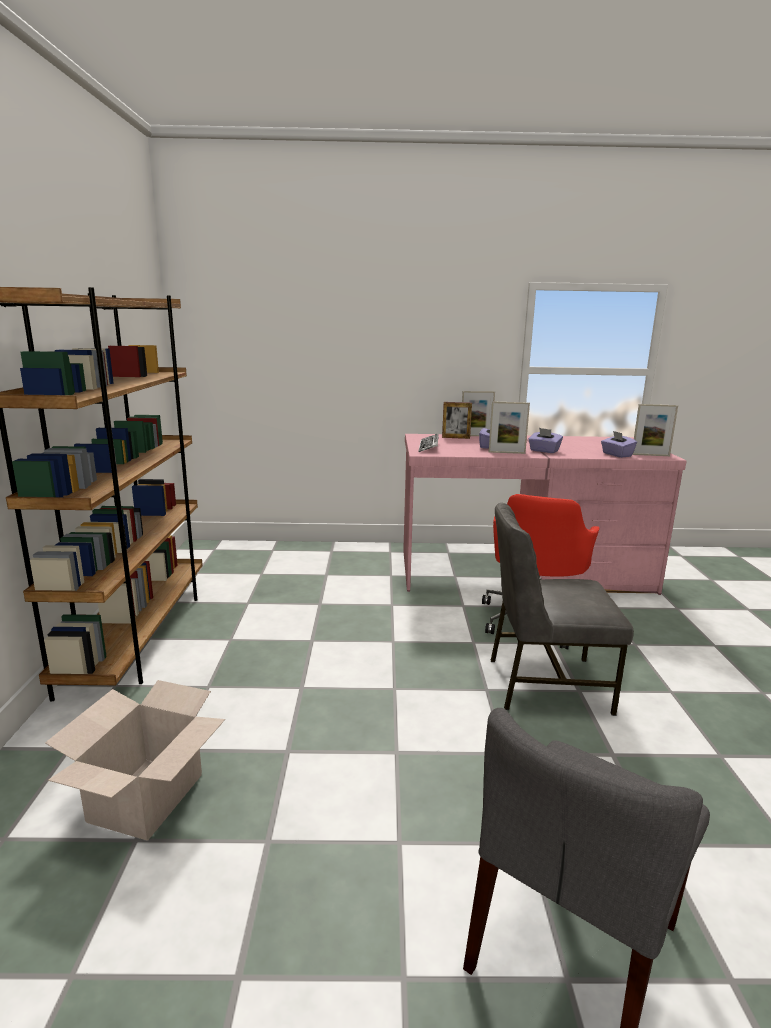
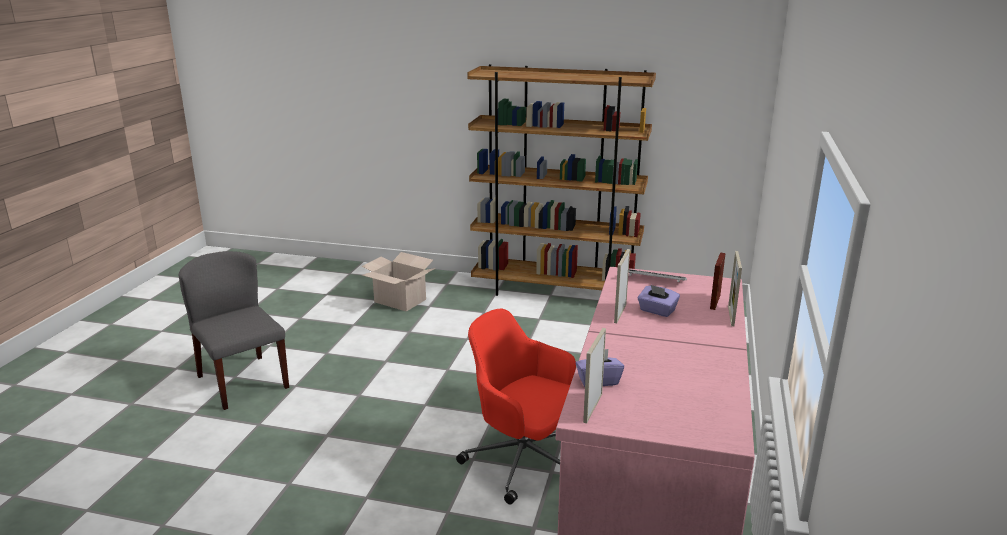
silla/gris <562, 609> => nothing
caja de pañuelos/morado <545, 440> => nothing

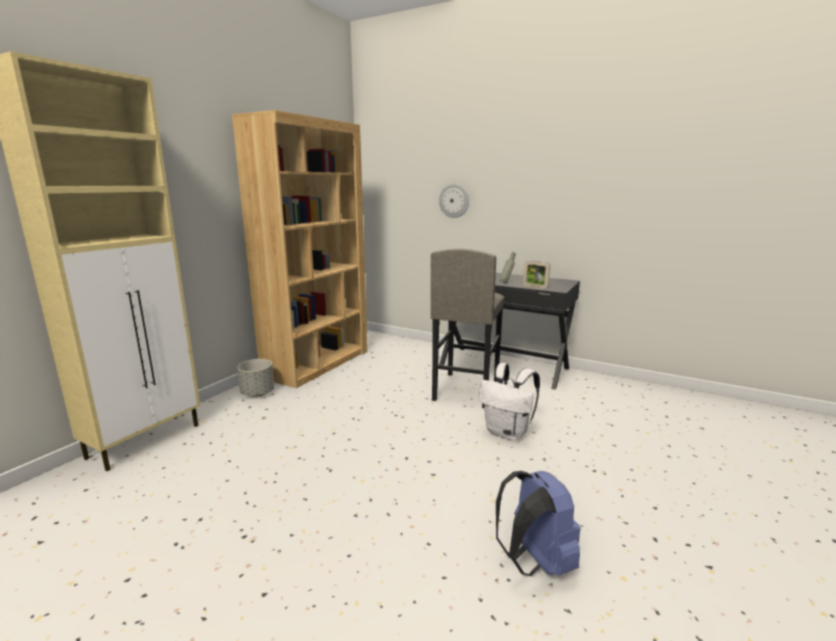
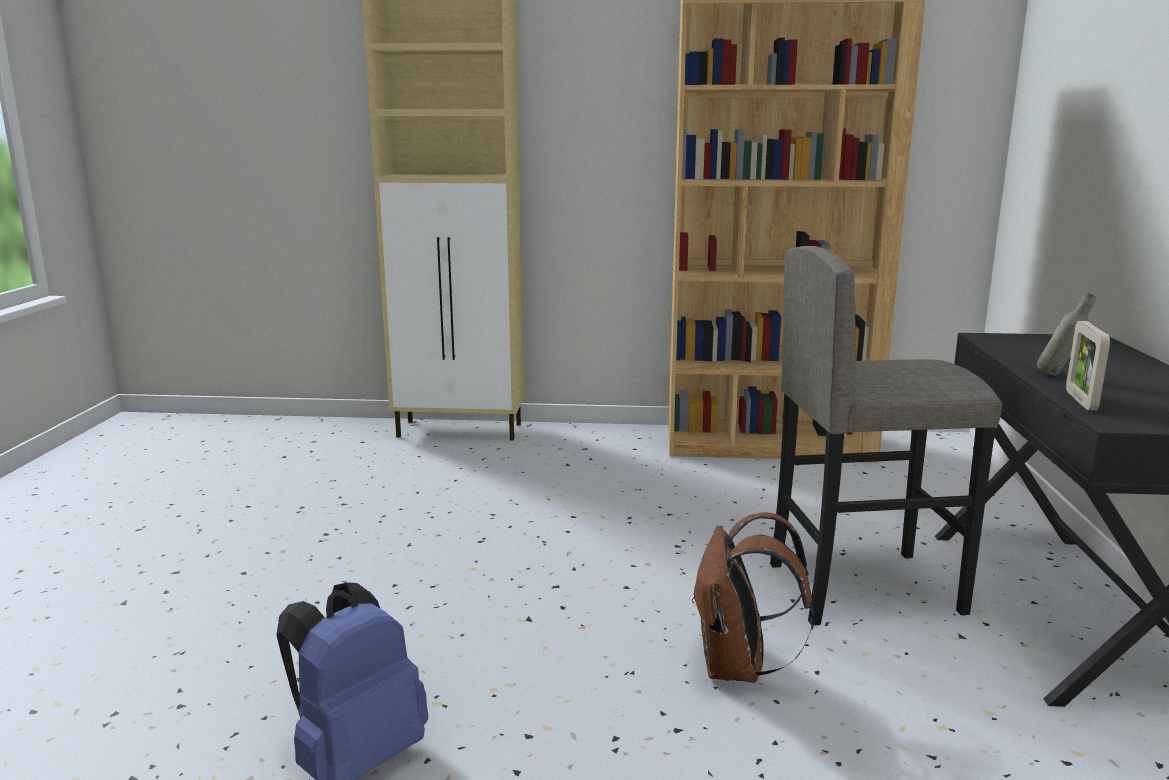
maceta/gris <255, 378> => nothing
reloj de pared <454, 201> => nothing
mochila/blanco <509, 401> => mochila/marrón <753, 597>

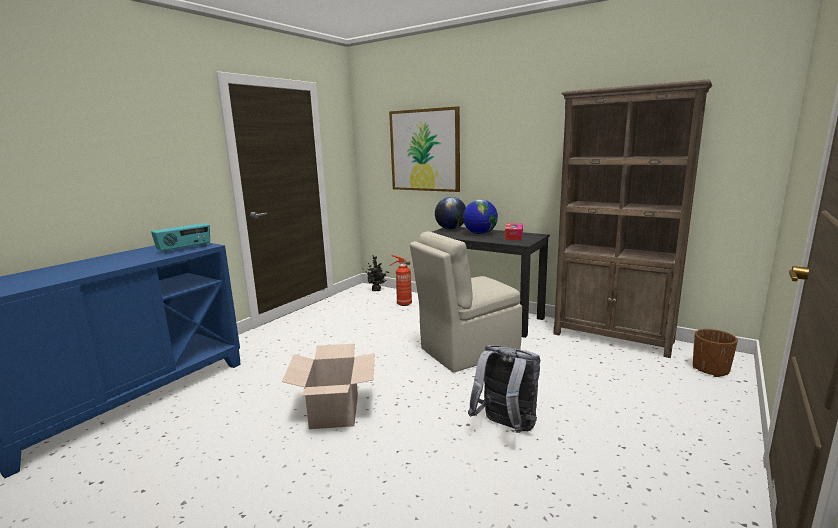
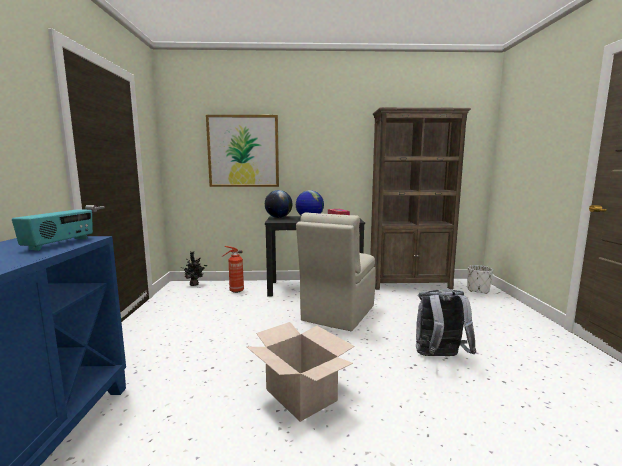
maceta/marrón <715, 353> => maceta/blanco <480, 279>

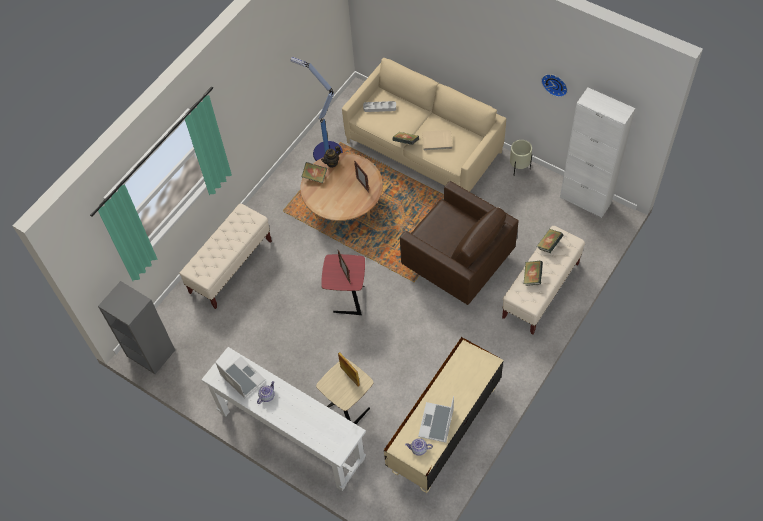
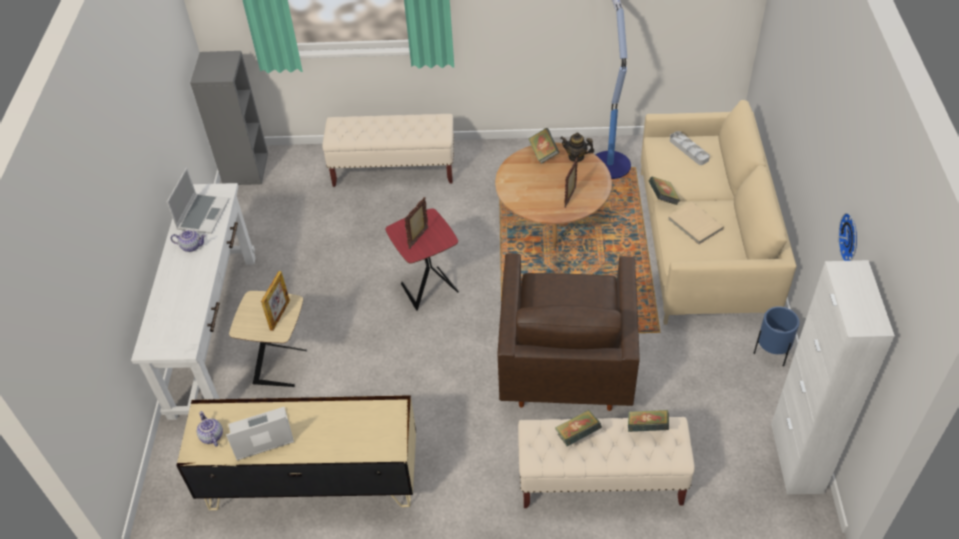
maceta/beis <521, 157> => maceta/azul <777, 336>

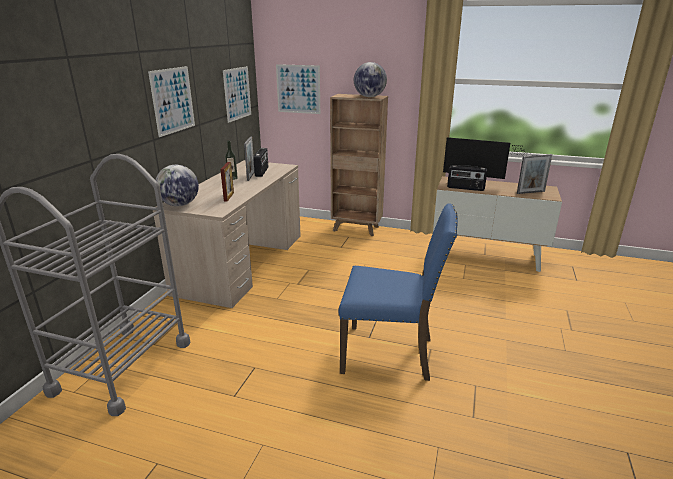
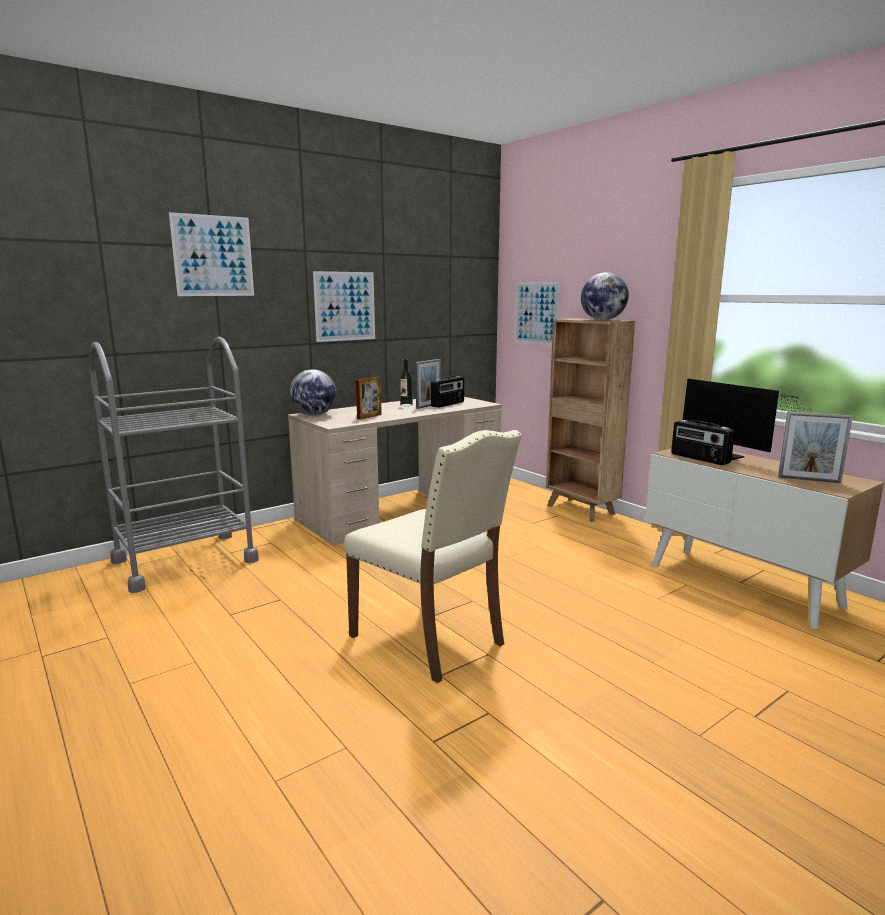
cuadro <237, 94> => cuadro <211, 254>, relocated
silla/azul <398, 292> => silla/beis <433, 556>

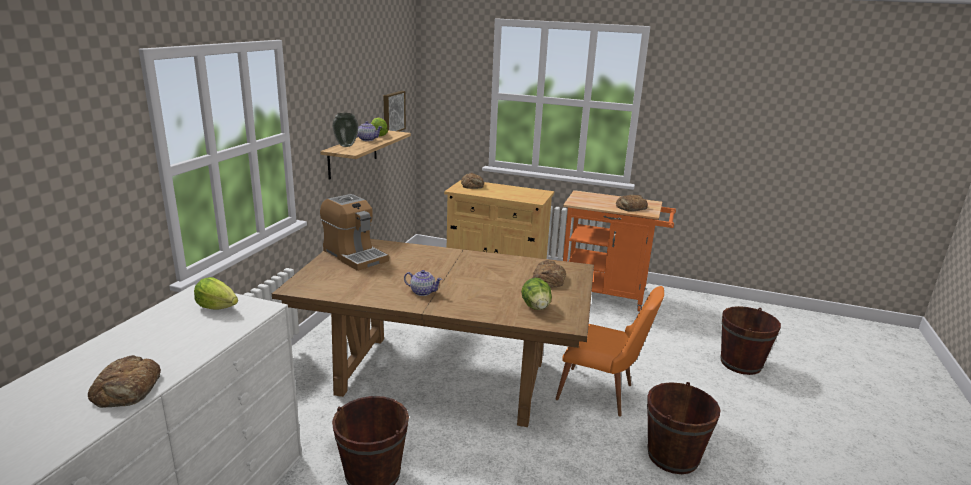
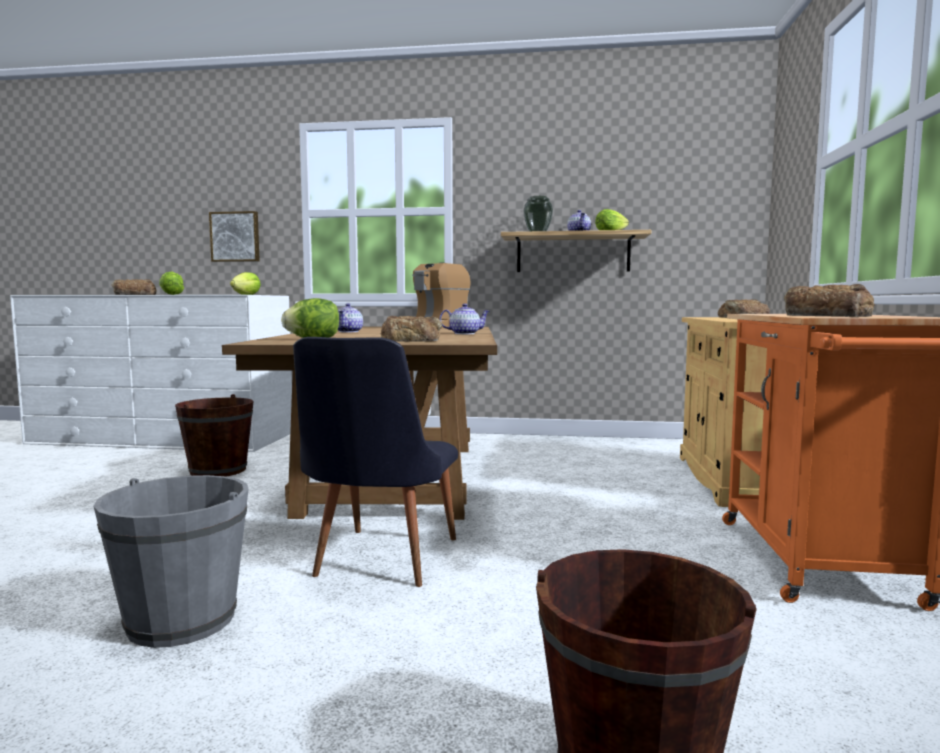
cuadro <394, 111> => cuadro <234, 236>, relocated
silla/naranja <609, 351> => silla/negro <375, 462>
cubo/marrón <683, 428> => cubo/gris <171, 561>
nothing => lechuga <171, 283>
nothing => tetera <464, 319>

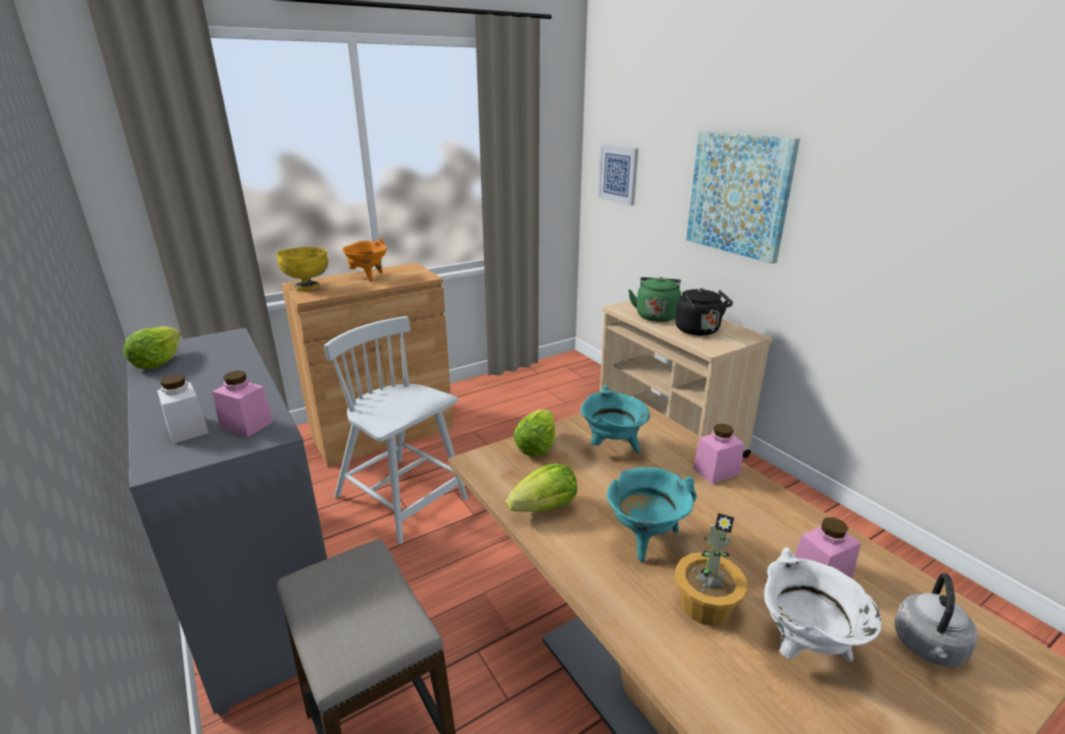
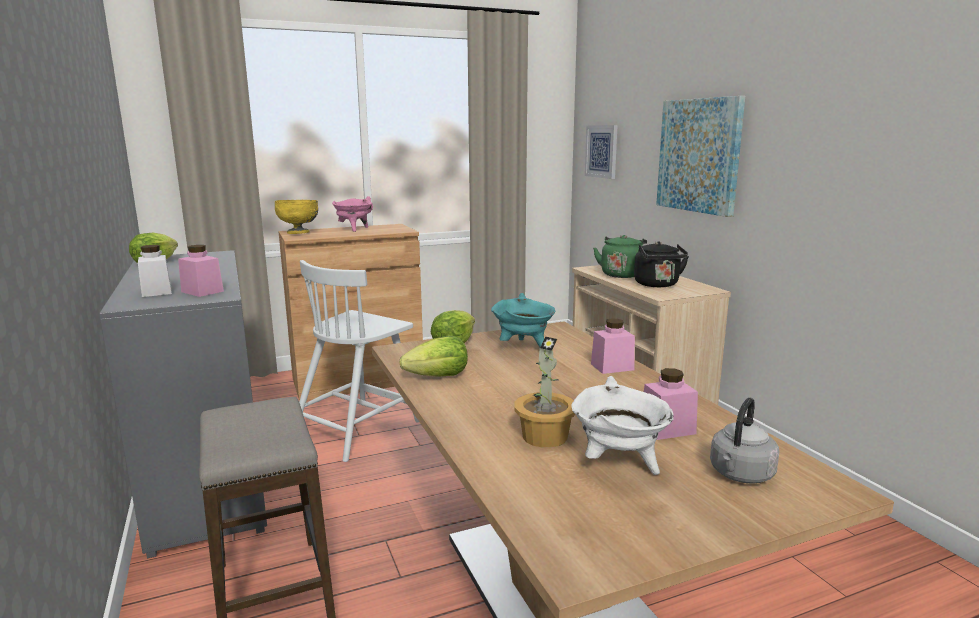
silla/blanco <396, 430> => silla/blanco <359, 361>, 105 degrees counterclockwise
olla/naranja <364, 260> => olla/rosa <352, 214>
olla/turquesa <652, 514> => nothing

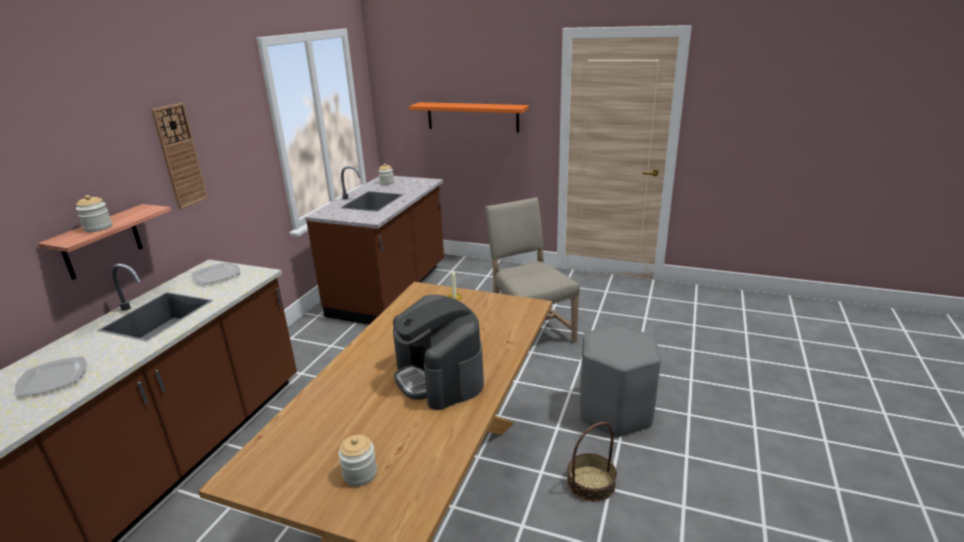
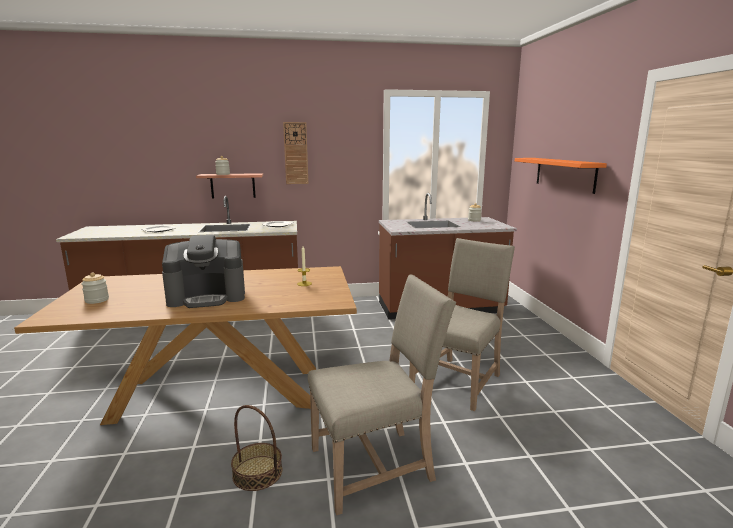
cafetera <438, 352> => cafetera <203, 271>, 135 degrees counterclockwise
taburete/gris <620, 380> => silla/beis <382, 395>

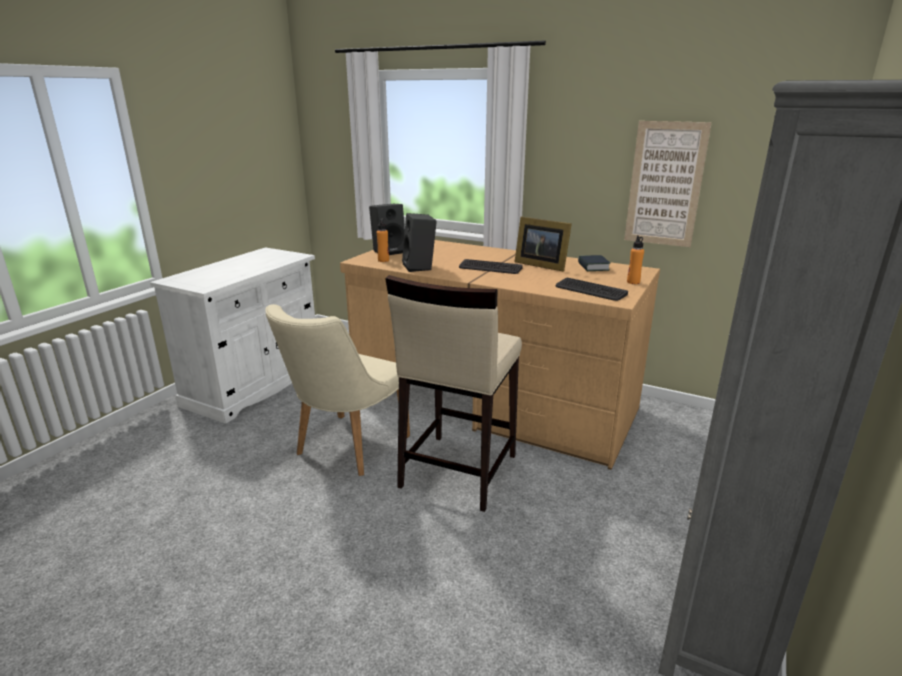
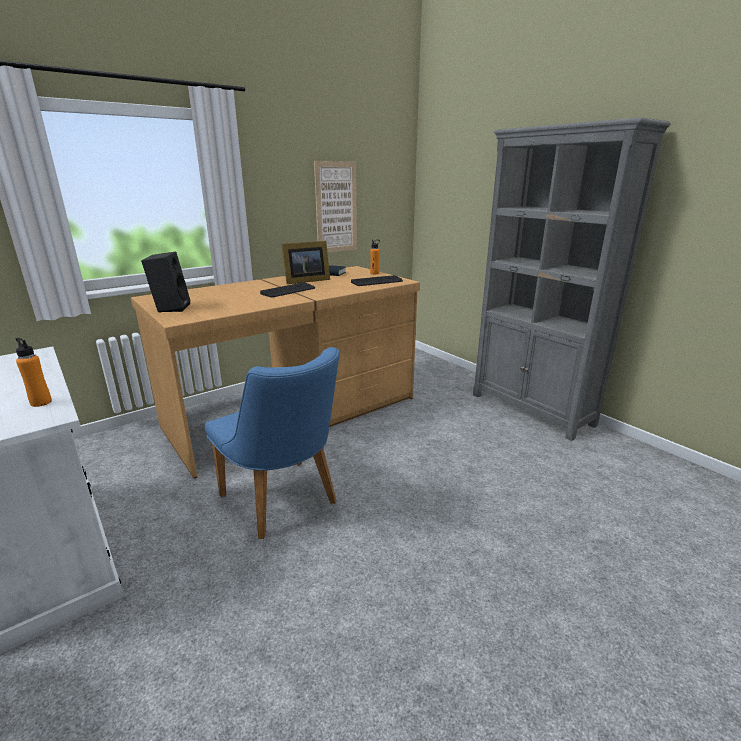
silla/beis <337, 390> => silla/azul <272, 443>
botella/naranja <383, 240> => botella/naranja <34, 372>, relocated
taburete/beis <453, 393> => nothing
altavoz/negro <419, 242> => nothing

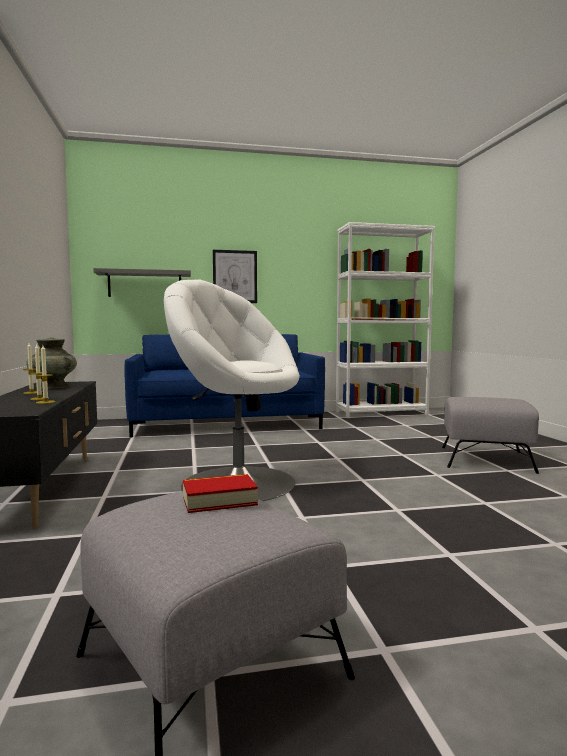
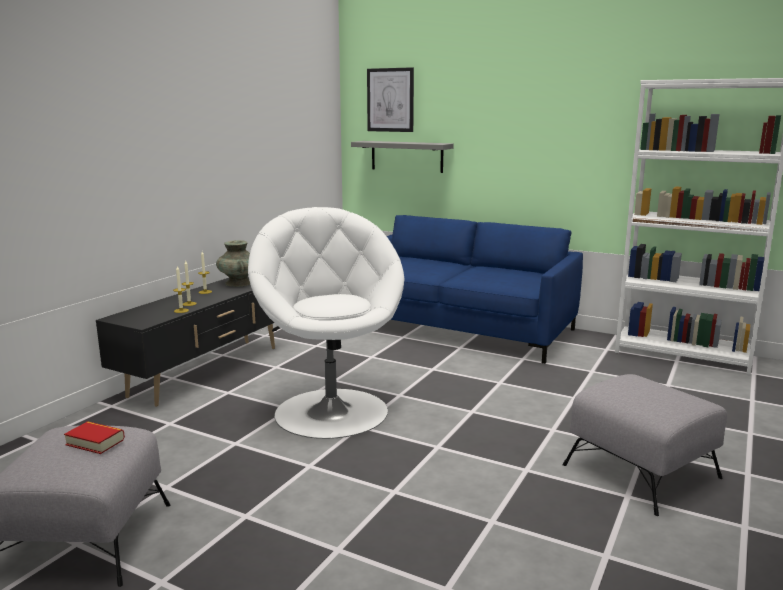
cuadro <235, 276> => cuadro <390, 99>, relocated

